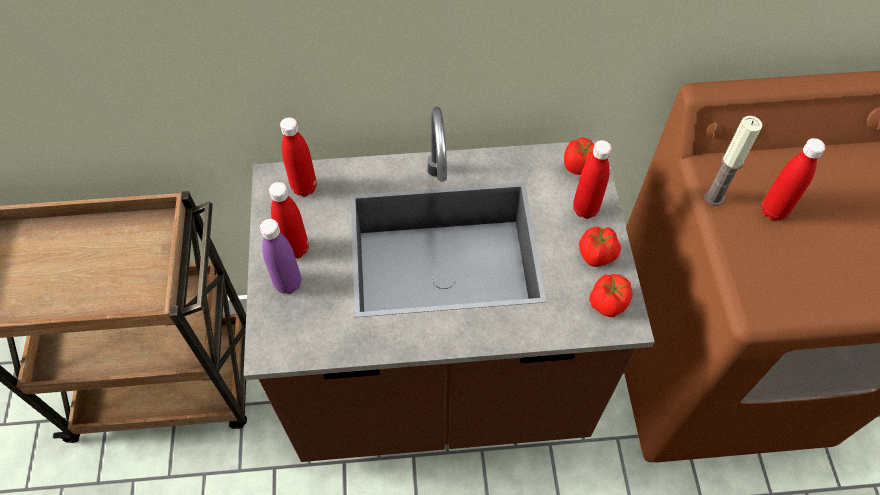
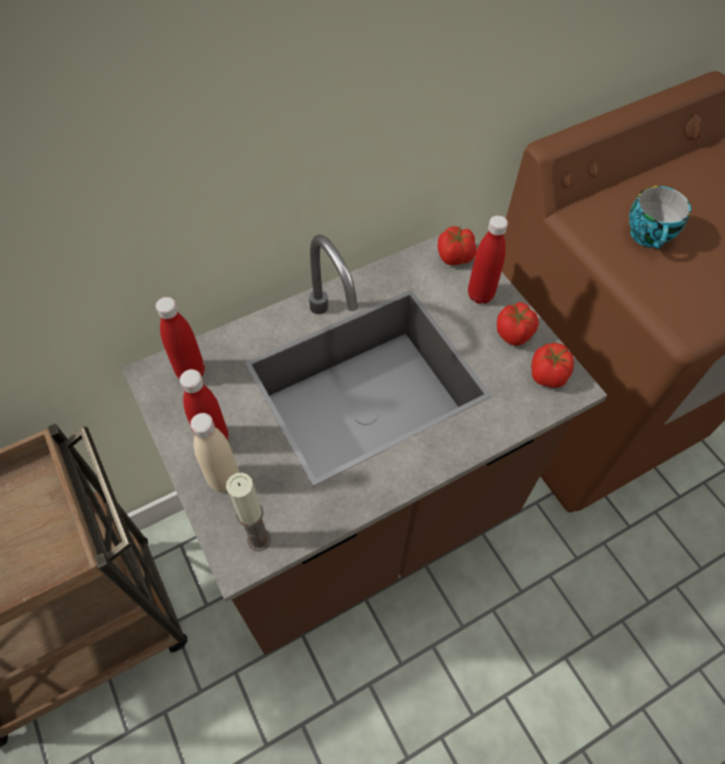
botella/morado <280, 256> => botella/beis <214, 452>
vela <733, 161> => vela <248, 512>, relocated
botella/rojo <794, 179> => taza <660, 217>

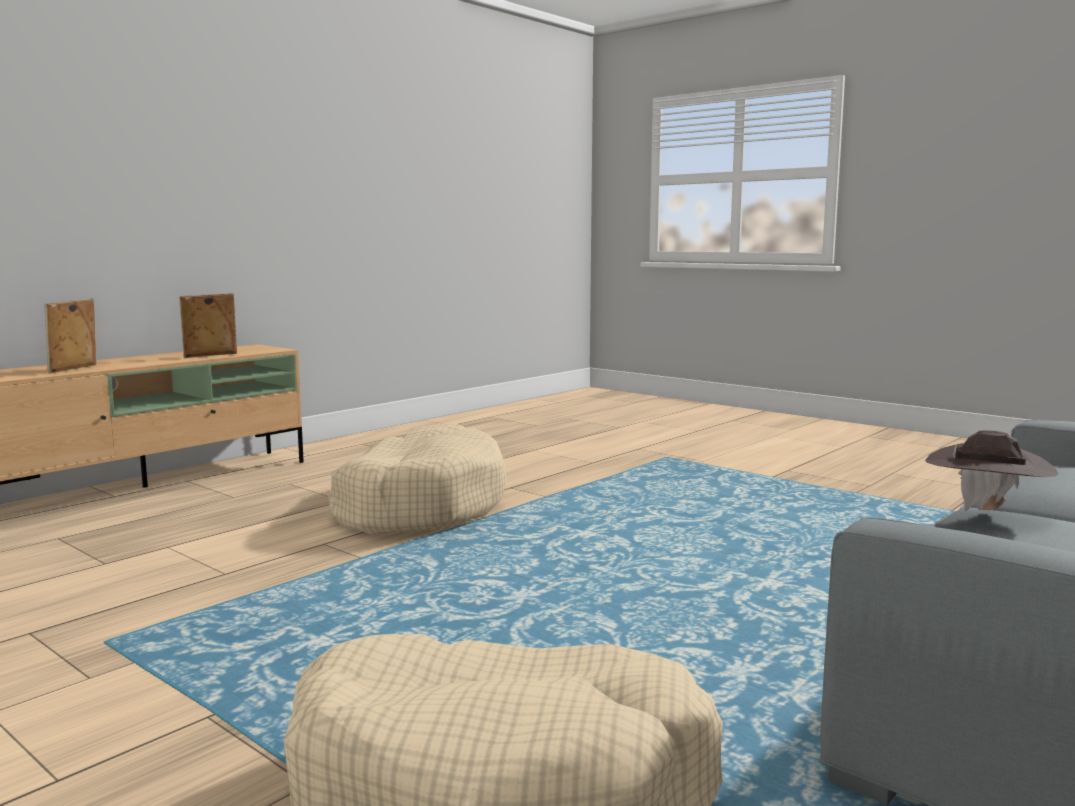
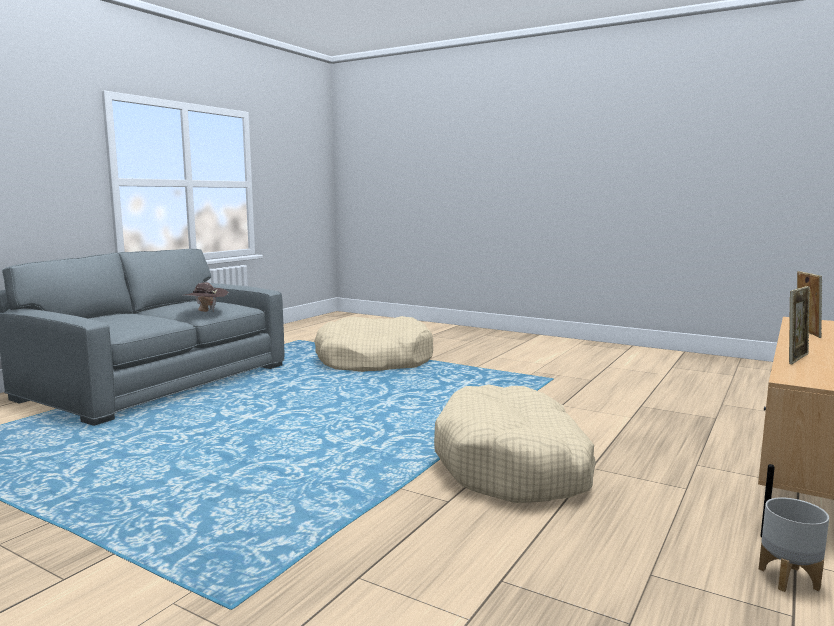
nothing => maceta/gris <794, 544>

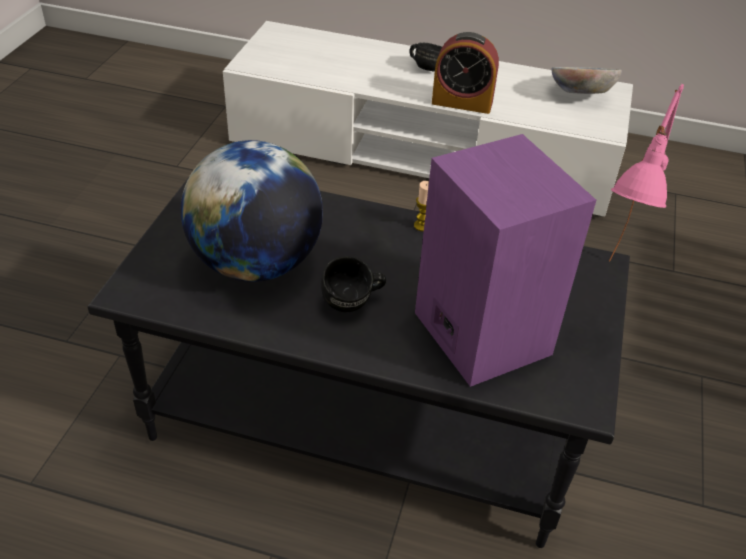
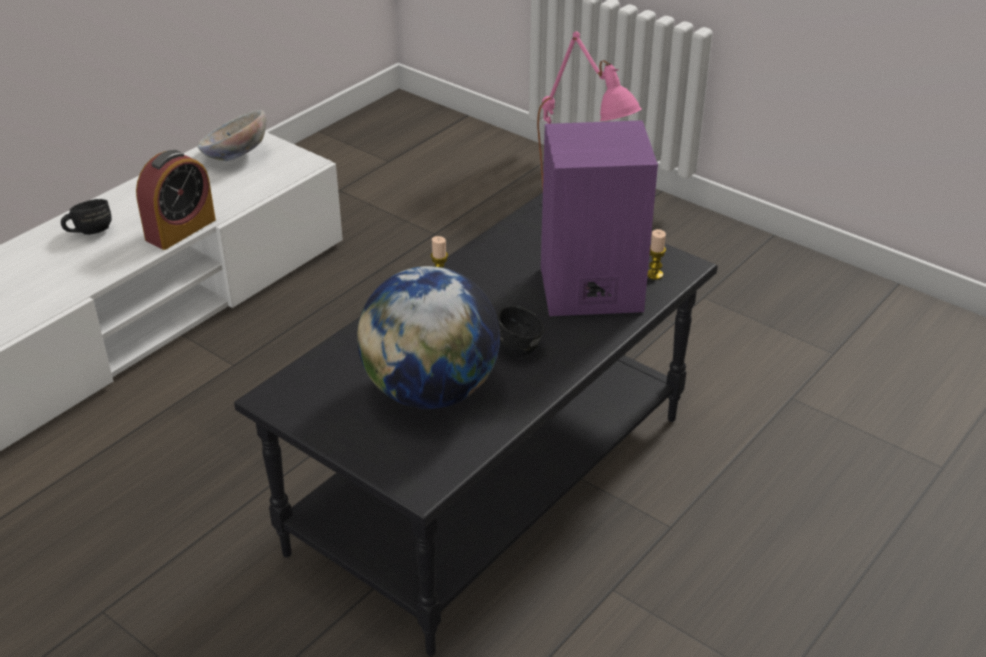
nothing => vela <656, 254>

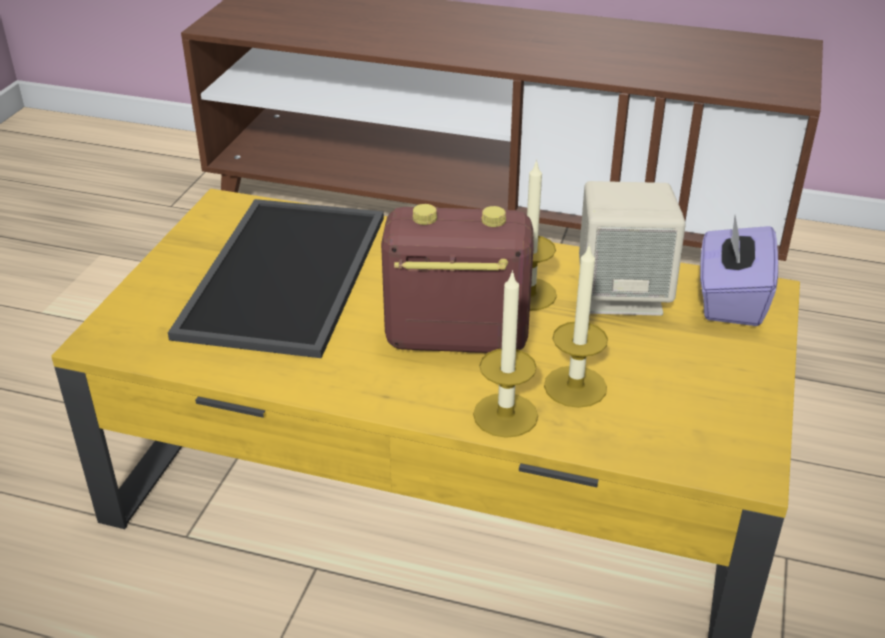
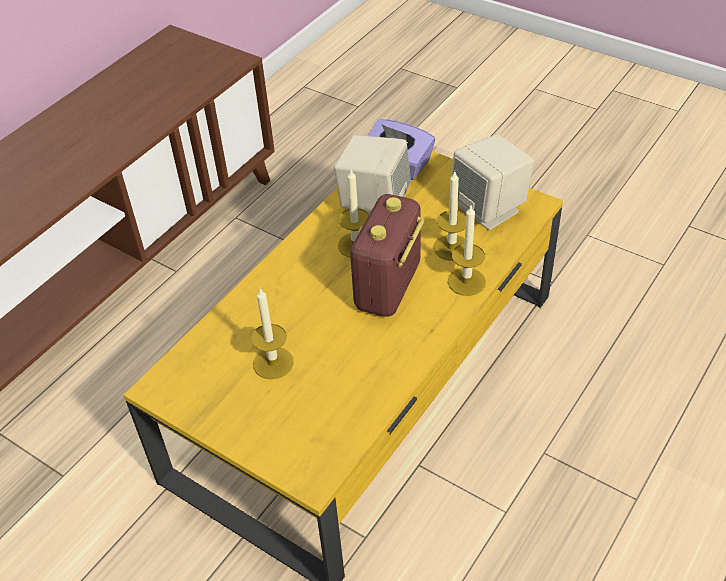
bandeja <276, 278> => vela <272, 333>
nothing => altavoz/beis <491, 182>

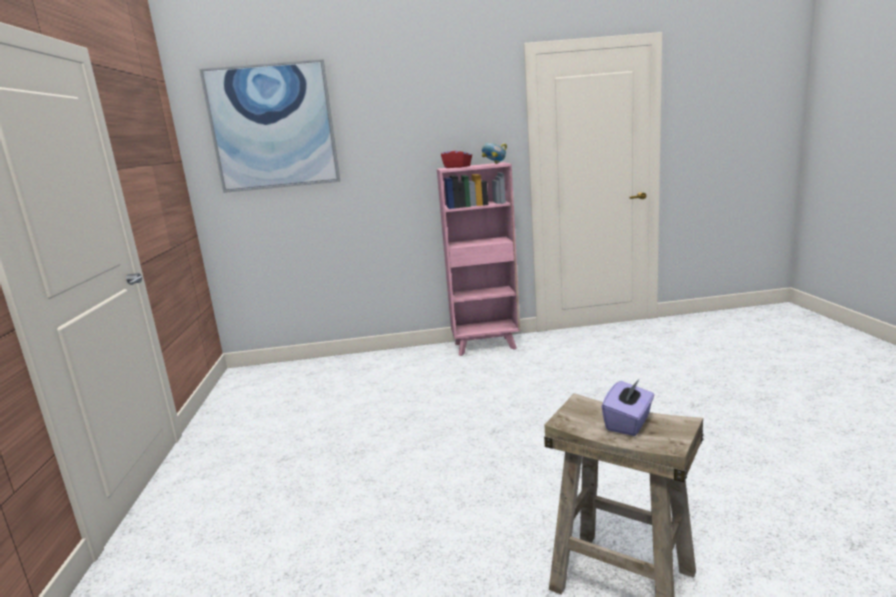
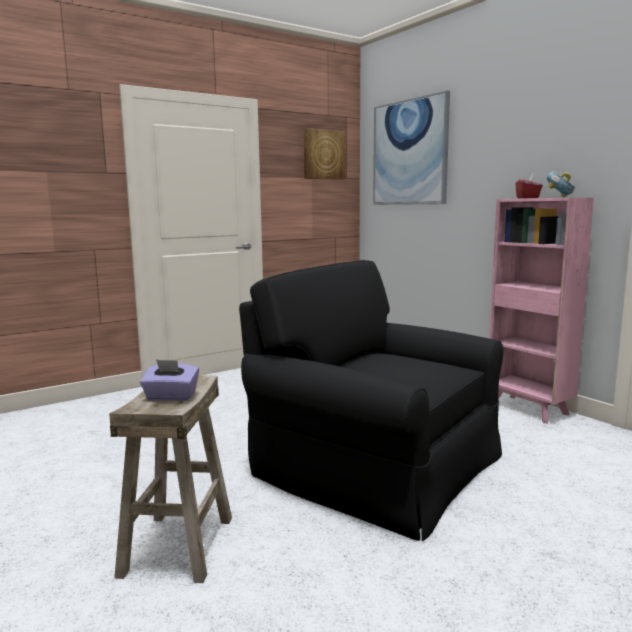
nothing => sillón/negro <371, 400>
nothing => cuadro <324, 154>

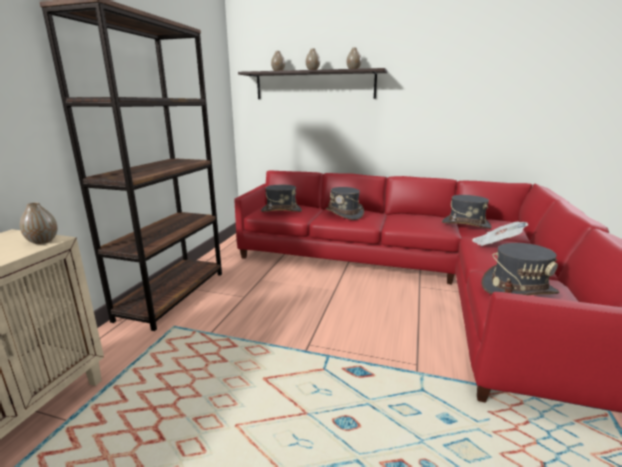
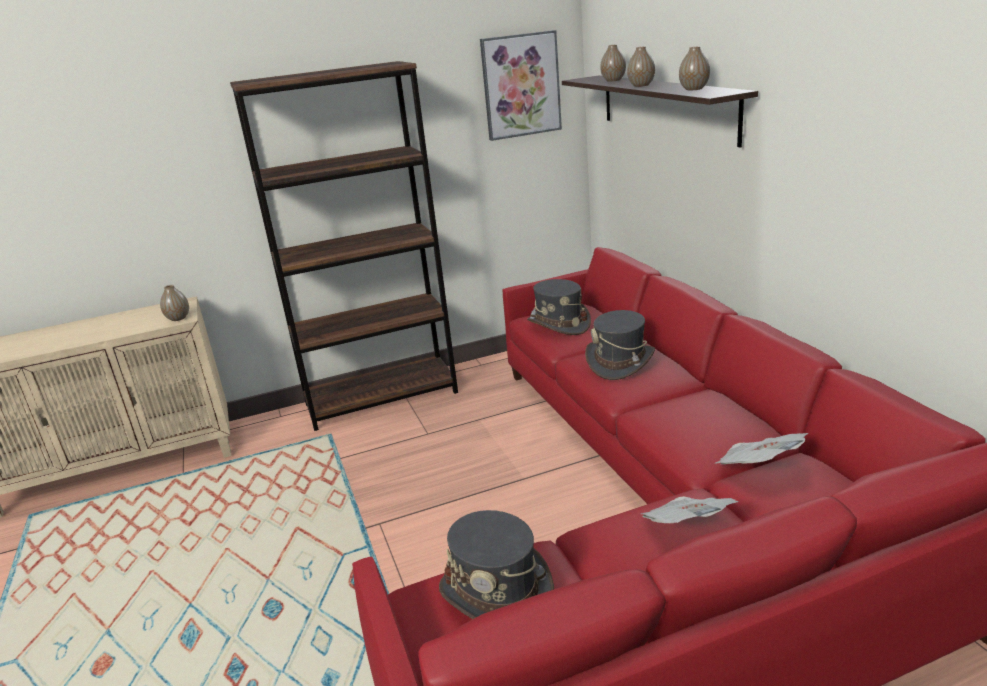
sombrero/gris <467, 212> => periódico <762, 448>
nothing => cuadro <521, 85>

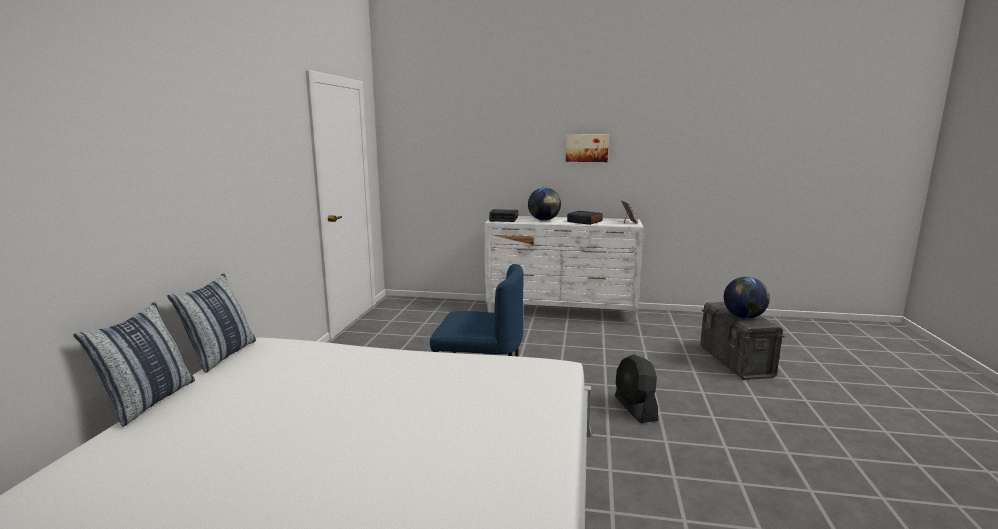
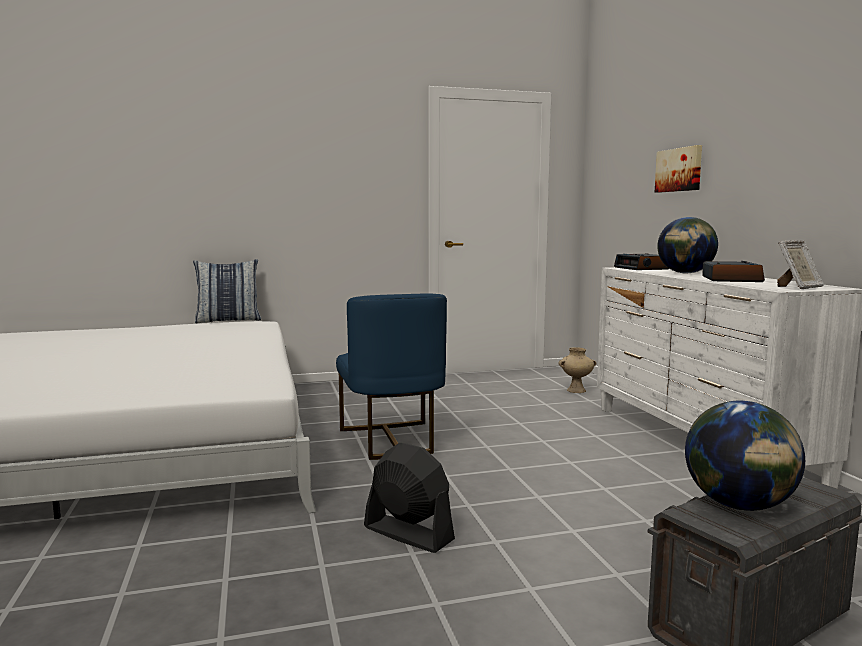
cojín <134, 364> => nothing
cuadro <587, 148> => cuadro <678, 169>, relocated
ventilador/negro <636, 388> => ventilador/negro <409, 498>, 75 degrees clockwise
nothing => florero/beis <577, 370>

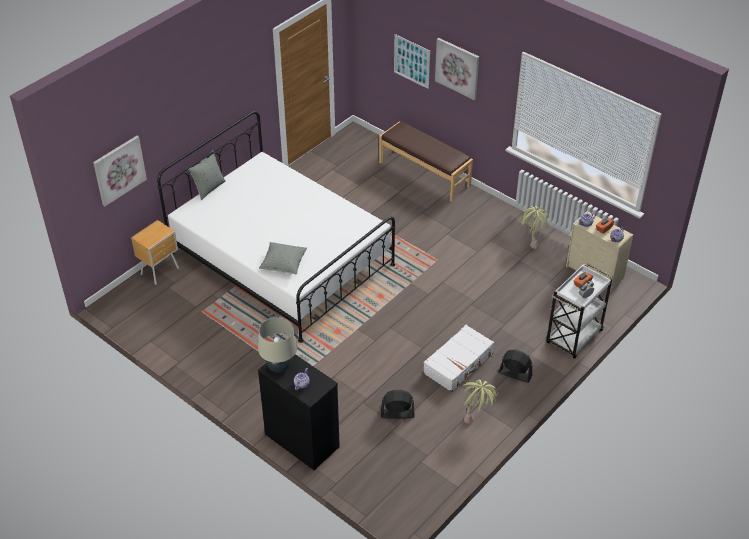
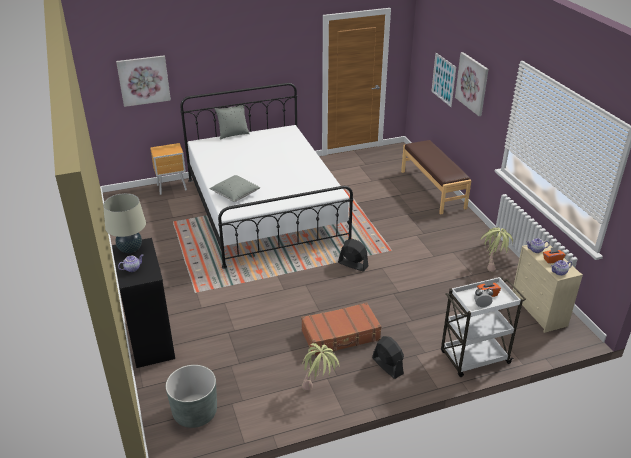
ventilador/negro <398, 404> => ventilador/negro <353, 255>, relocated
maleta/blanco <458, 358> => maleta/marrón <341, 329>
nothing => maceta/gris <191, 396>

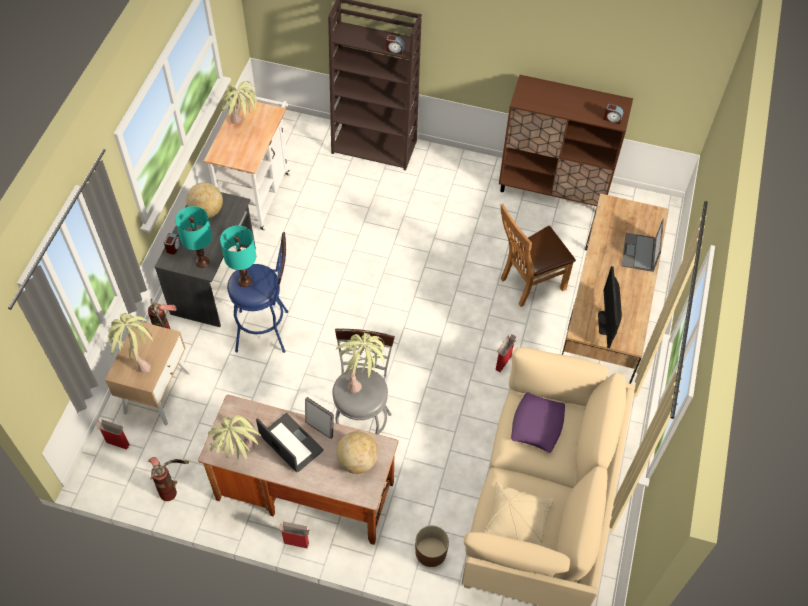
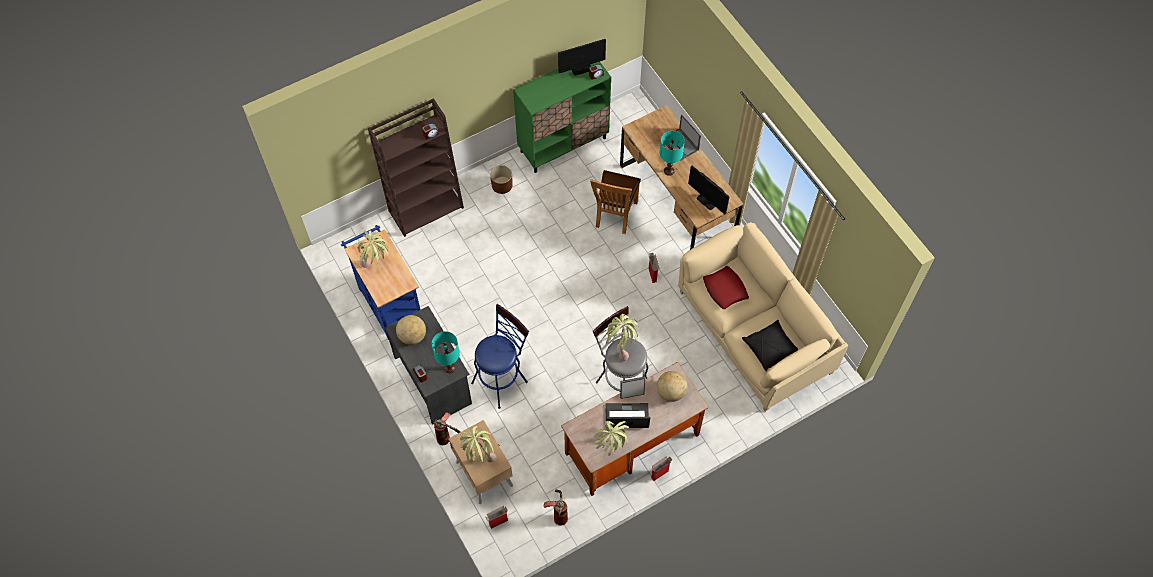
carrito/blanco <247, 162> => carrito/azul <381, 282>
lámpara de mesa/turquesa <238, 256> => lámpara de mesa/turquesa <672, 153>, relocated
maceta/marrón <432, 546> => maceta/marrón <501, 179>, relocated
cojín/beis <518, 514> => cojín/negro <770, 345>
armario/marrón <566, 140> => armario/verde <562, 117>
cojín/morado <538, 422> => cojín/rojo <726, 287>
nothing => monitor <582, 57>

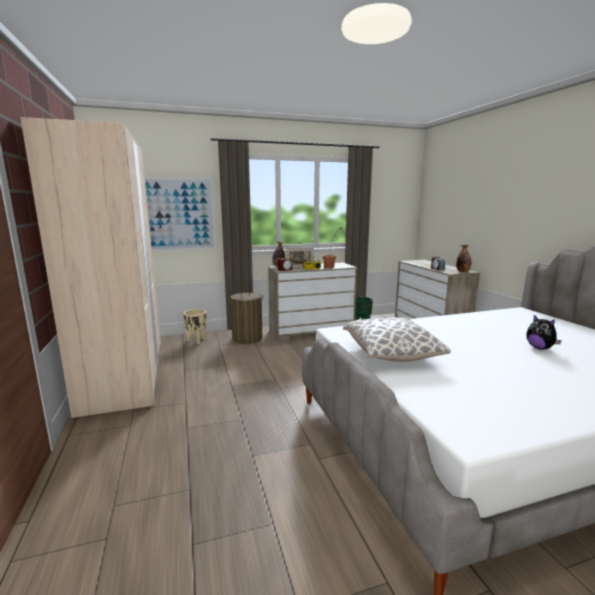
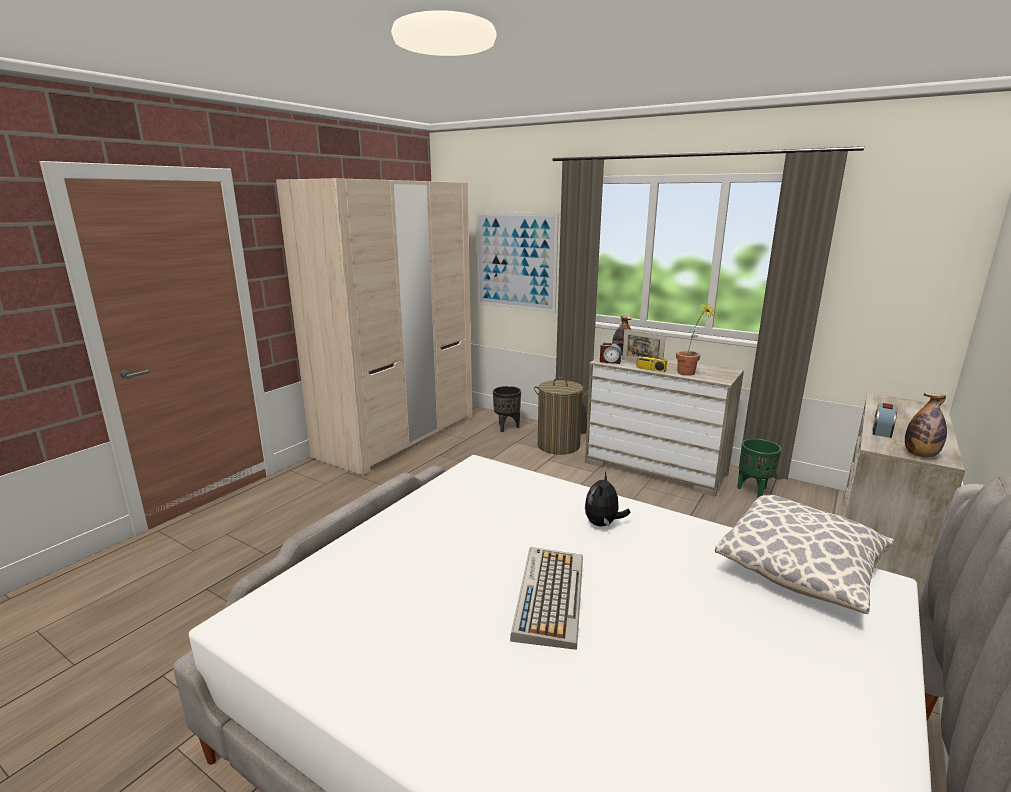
maceta/beis <195, 326> => maceta/negro <507, 409>
cojín <397, 339> => cojín <804, 554>, relocated
peluche <544, 332> => peluche <607, 499>, relocated
nothing => teclado <546, 598>

